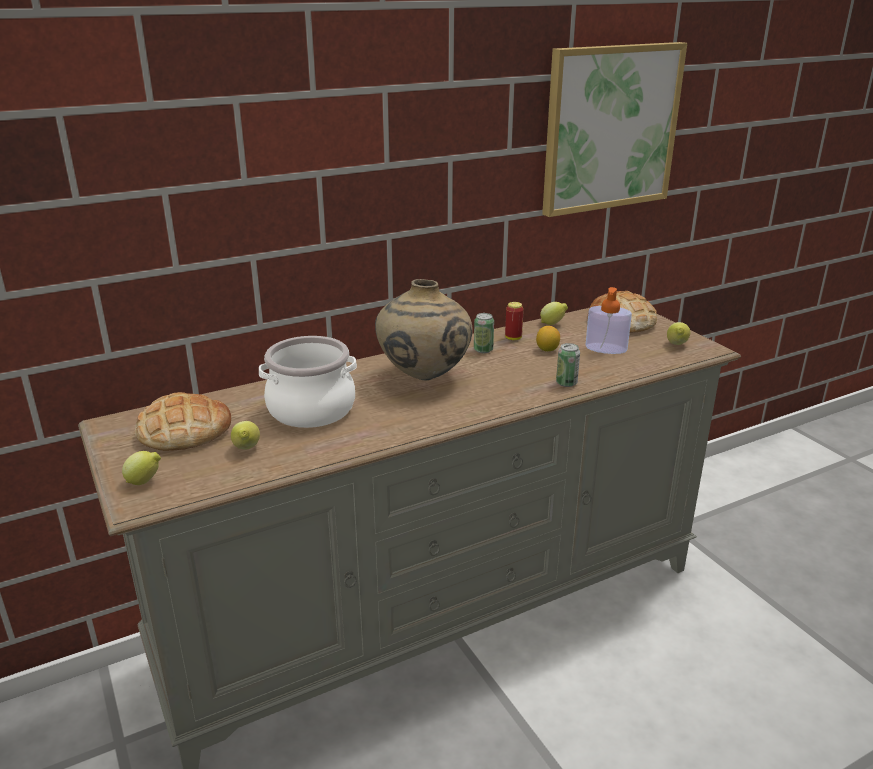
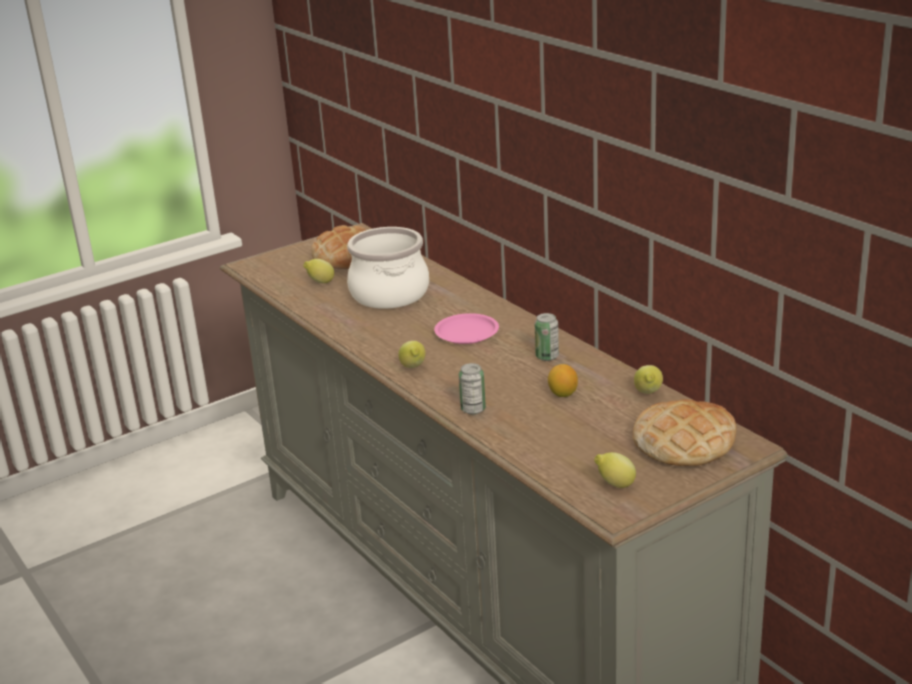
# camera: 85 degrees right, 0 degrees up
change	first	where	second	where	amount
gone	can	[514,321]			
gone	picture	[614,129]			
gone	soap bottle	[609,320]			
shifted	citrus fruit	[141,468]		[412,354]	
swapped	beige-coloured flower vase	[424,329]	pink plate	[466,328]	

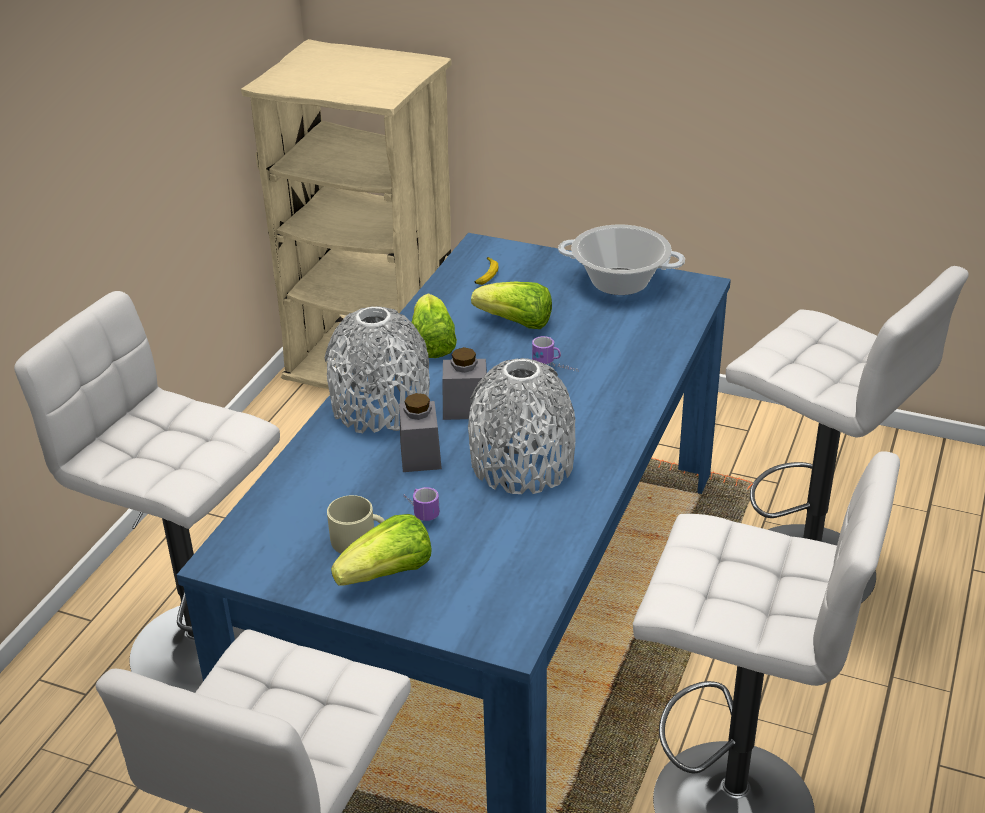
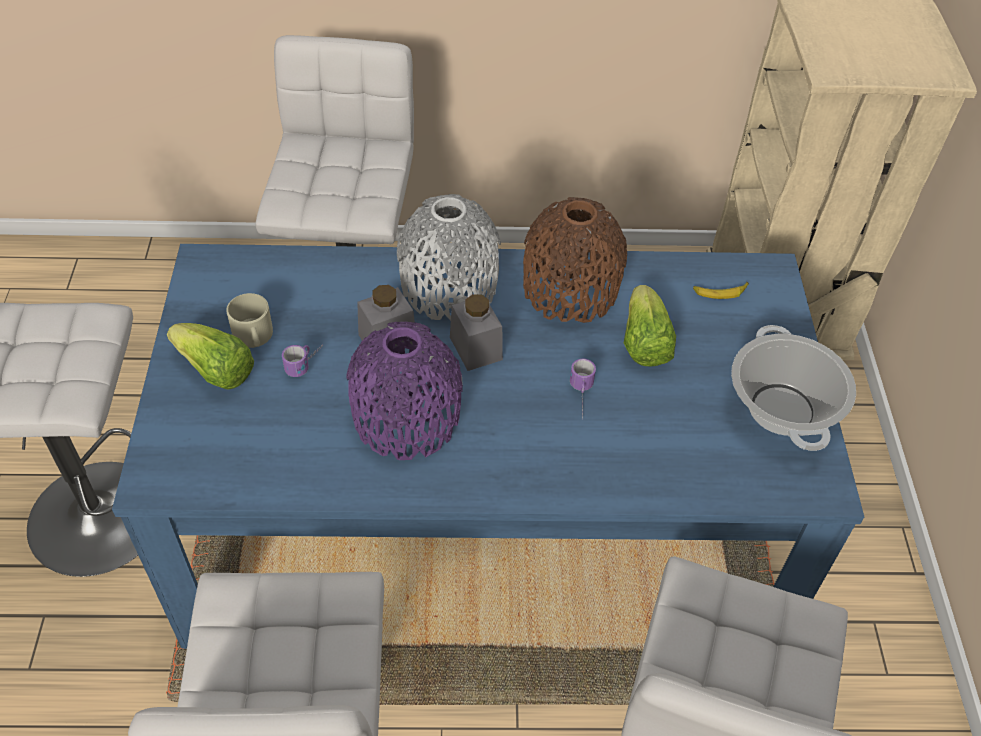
# camera: 65 degrees right, 15 degrees up
change	first	where	second	where	amount
swapped	lettuce	[434,325]	brown-coloured flower vase	[575,260]	
repainted	grey flower vase	[521,426]	purplish flower vase	[404,391]	

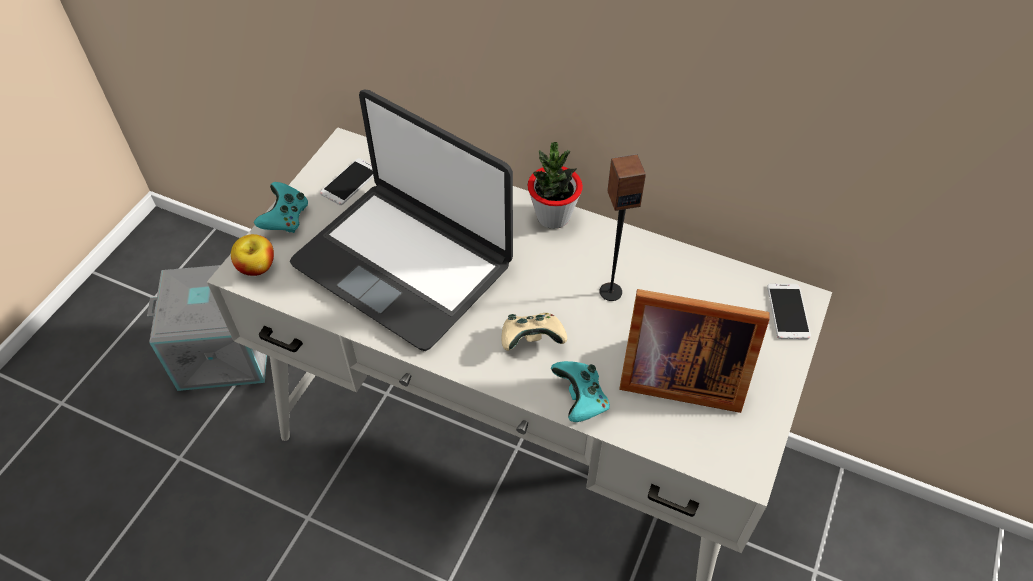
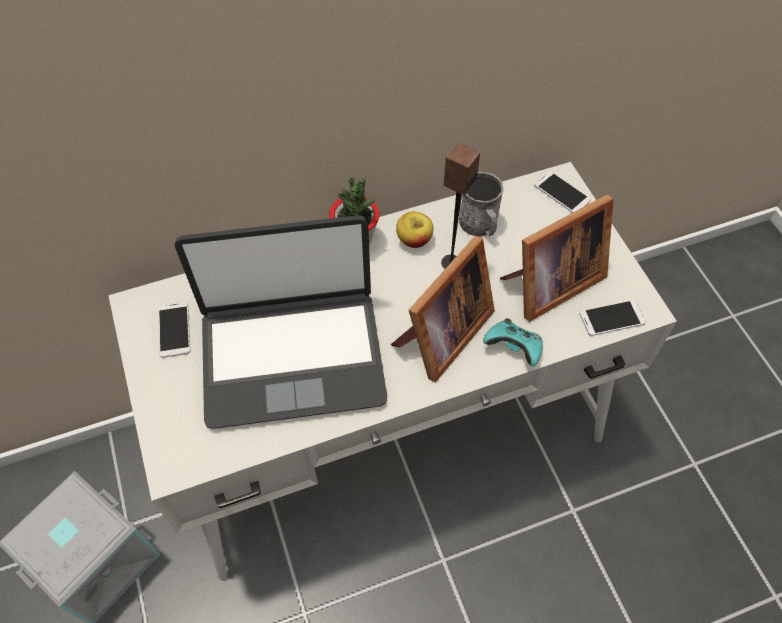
# camera: 45 degrees left, 5 degrees up
change	first	where	second	where	amount
gone	turquoise-coloured joypad	[281,207]			
new			grey coffee mug	[481,203]	
new			phone	[613,318]	
shifted	apple	[252,255]		[415,229]	
swapped	beige-coloured joypad	[534,332]	picture frame	[443,309]	

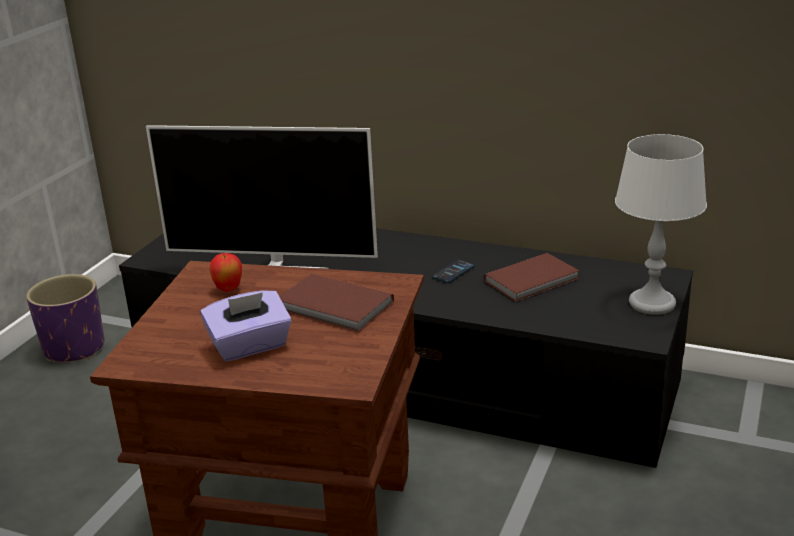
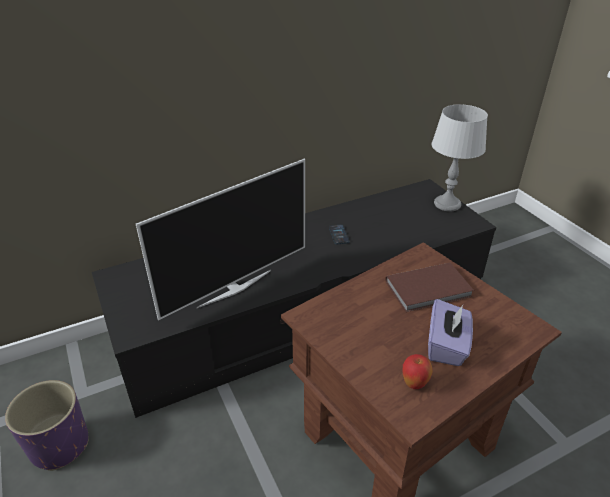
# camera: 50 degrees left, 10 degrees up
change	first	where	second	where	amount
gone	brown-coloured book	[531,277]			
shifted	apple	[226,272]		[418,371]	

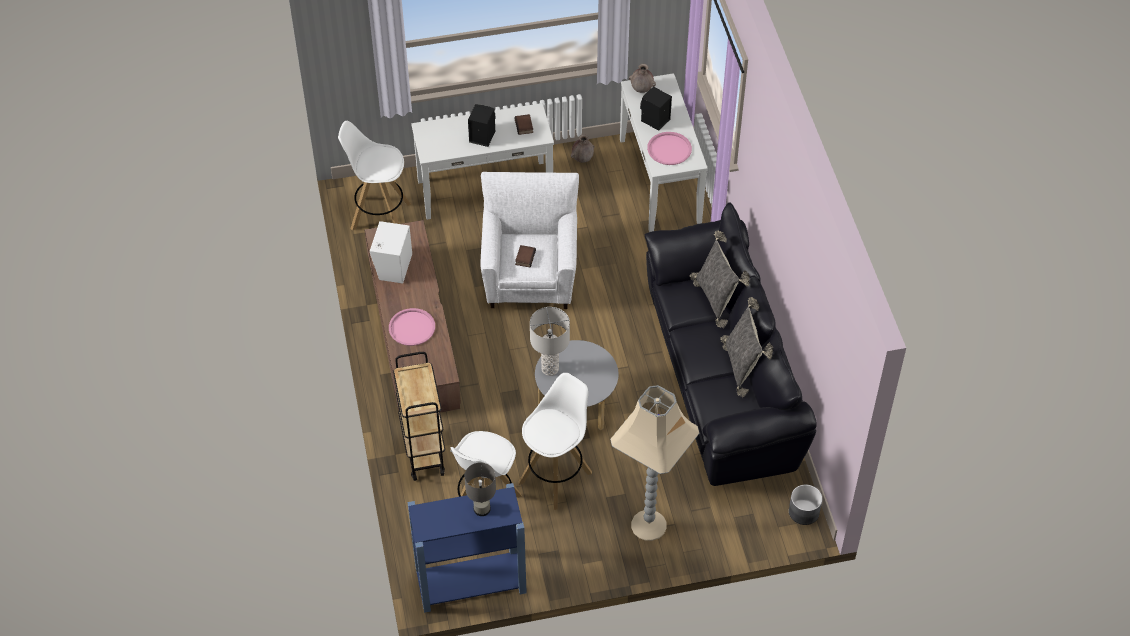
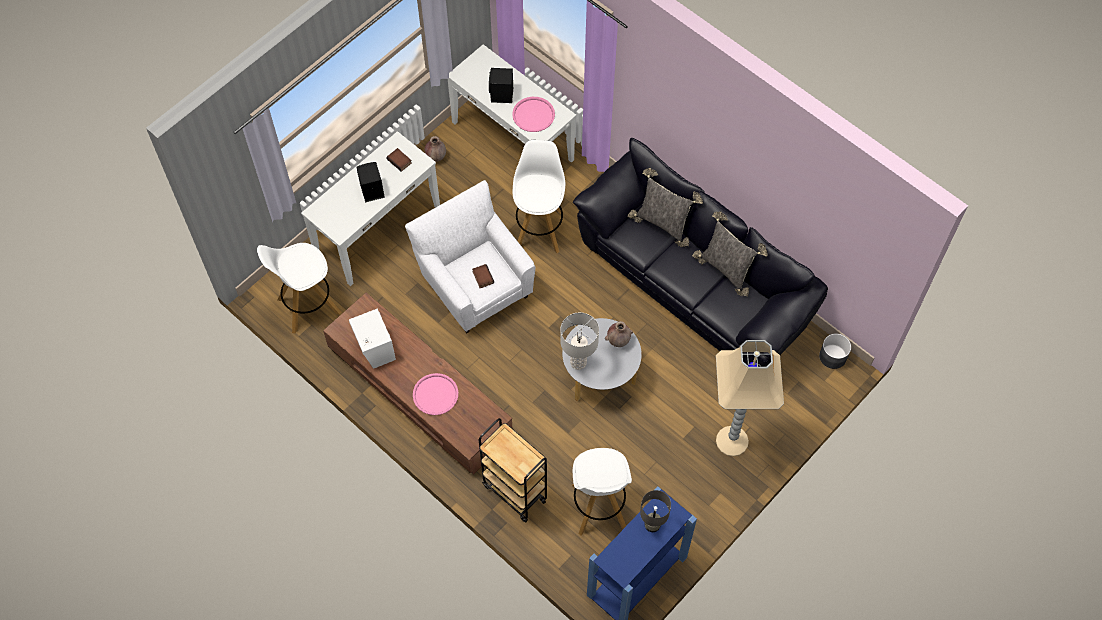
# camera: 35 degrees left, 10 degrees up
change	first	where	second	where	amount
shifted	white stool	[555,441]		[539,196]	
shifted	brown-coloured flower vase	[642,78]		[619,334]	

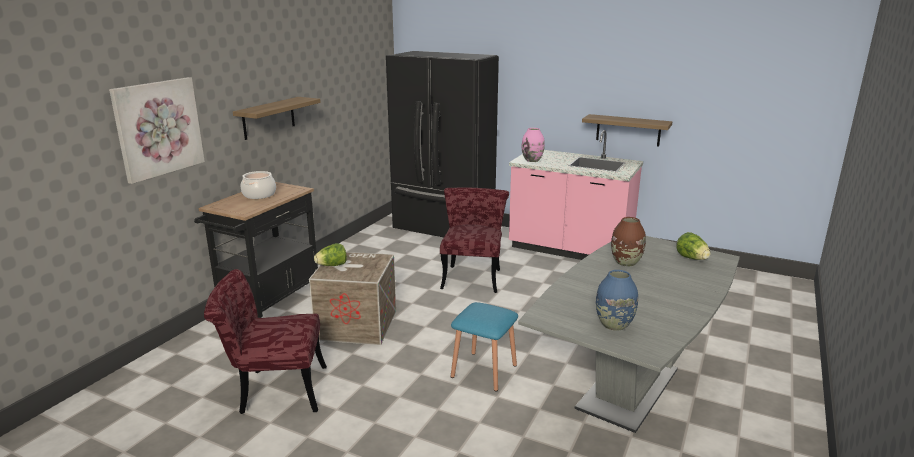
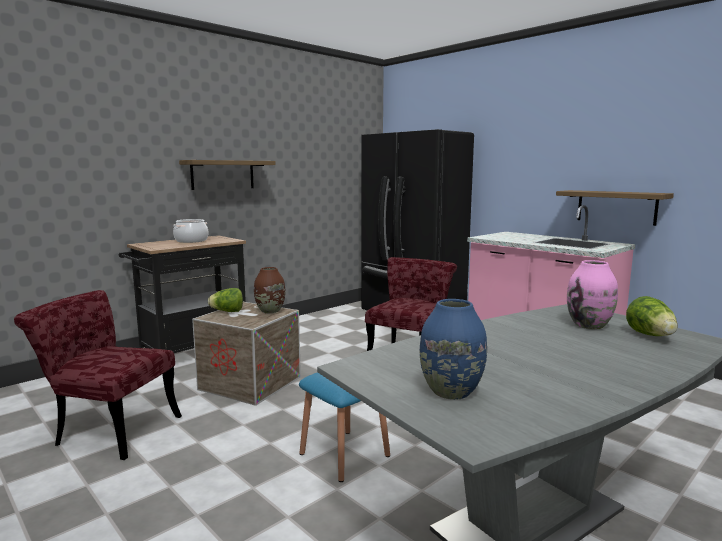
# camera: 20 degrees right, 10 degrees down
change	first	where	second	where	amount
gone	picture	[157,130]			
shifted	pink flower vase	[533,145]		[592,294]	
shifted	brown-coloured flower vase	[628,242]		[269,290]	

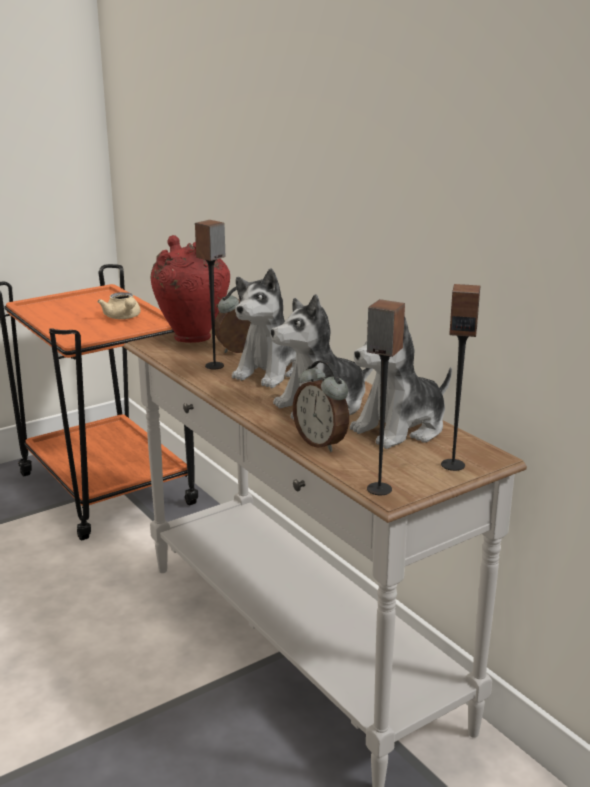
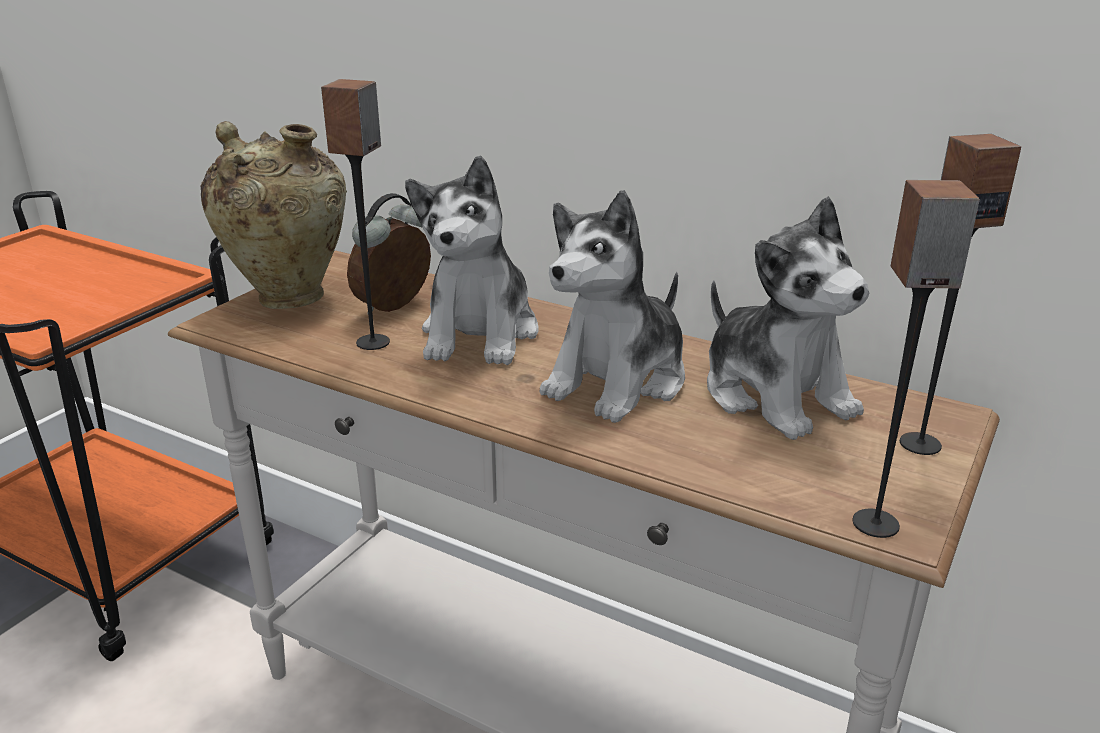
# camera: 25 degrees left, 5 degrees up
change	first	where	second	where	amount
gone	beige-coloured teapot	[119,305]			
gone	bedside clock	[321,406]			
repainted	reddish flower vase	[190,289]	beige-coloured flower vase	[273,215]	
rotated	soft toy	[401,382]		[788,318]	60 degrees counterclockwise

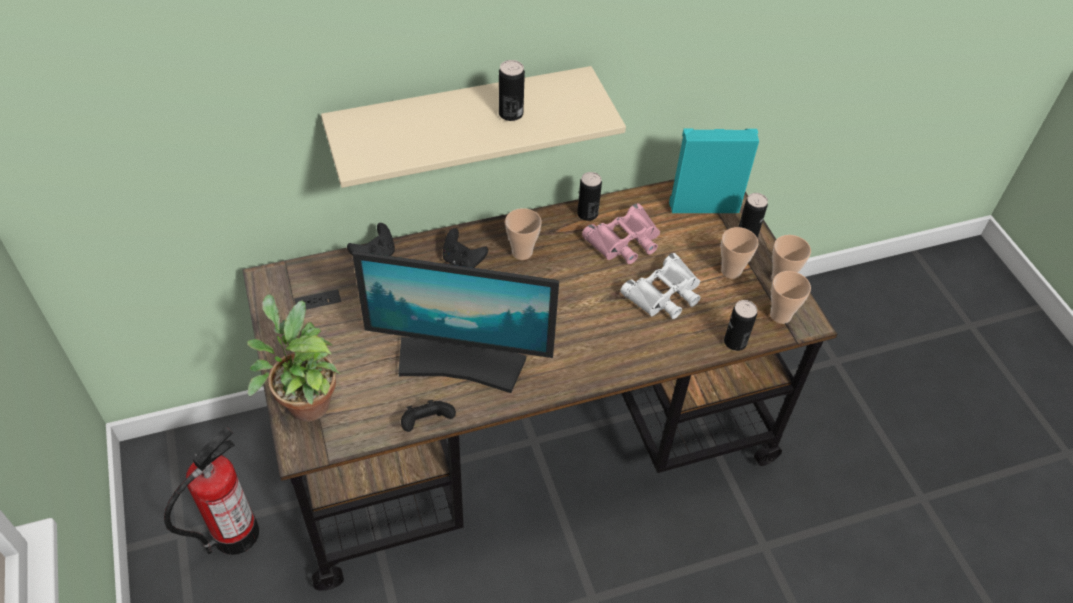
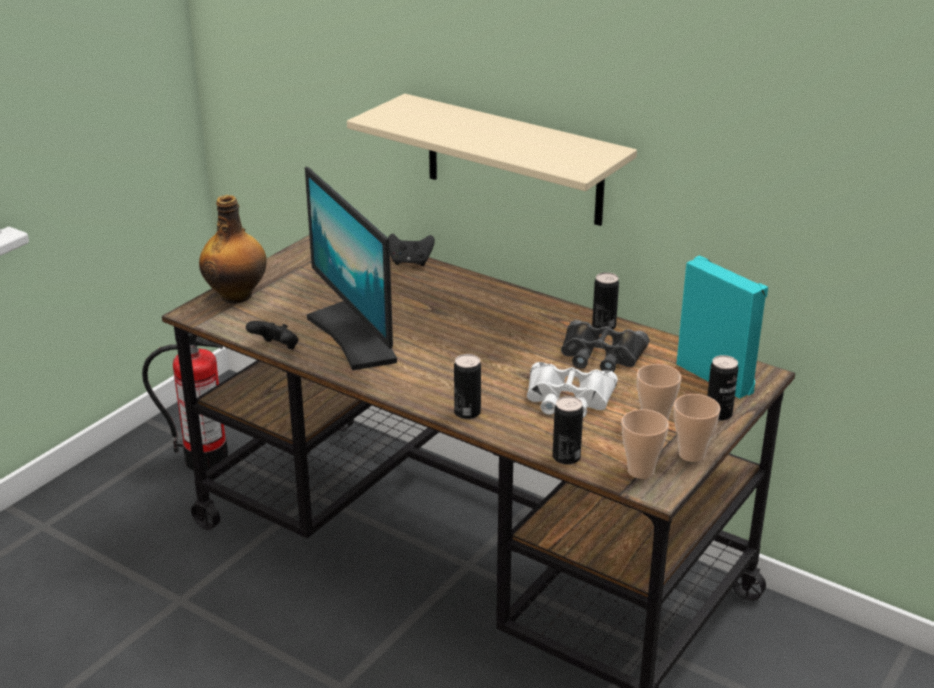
# camera: 55 degrees right, 20 degrees down
change	first	where	second	where	amount
gone	black joypad	[465,248]			
gone	cup	[523,234]			
shifted	can	[512,90]		[467,386]	
swapped	plant in a pot	[293,358]	bottle	[233,249]	
repainted	pink pair of binoculars	[621,234]	black pair of binoculars	[605,346]	

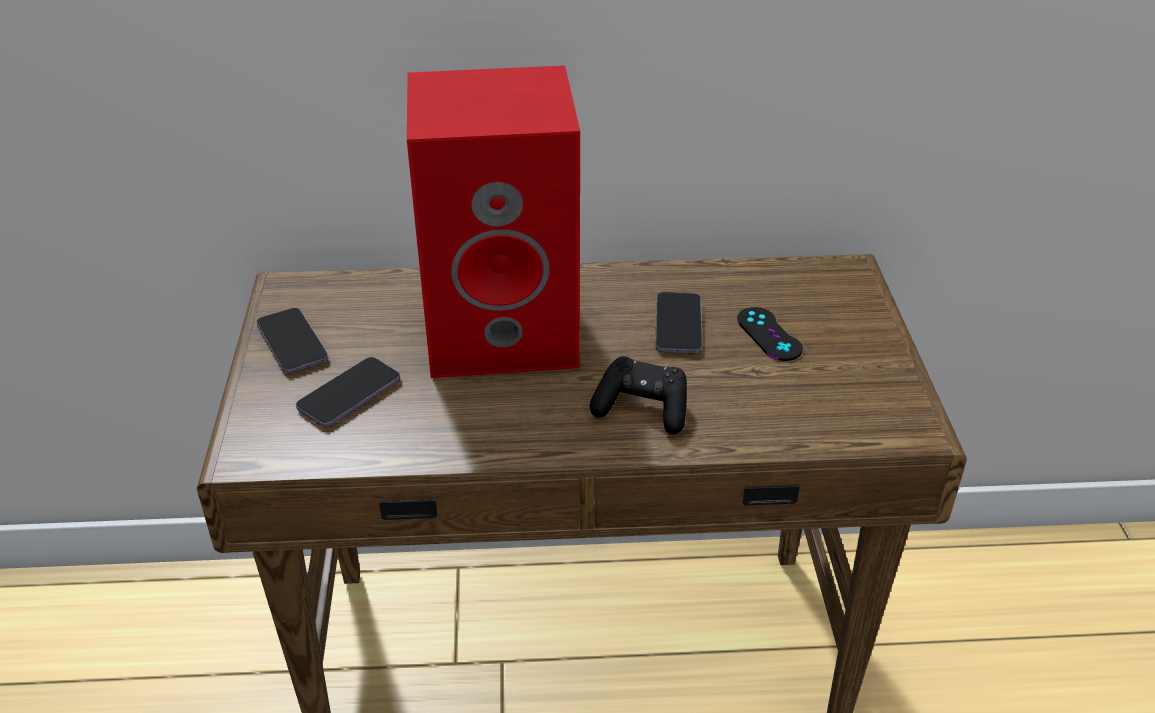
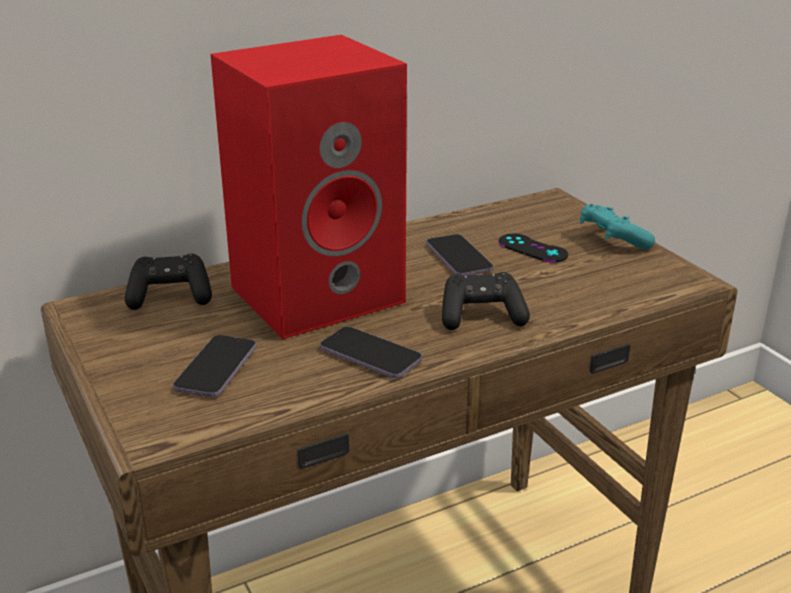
# camera: 25 degrees left, 10 degrees down
change	first	where	second	where	amount
new			black joypad	[168,282]	
new			turquoise-coloured joypad	[617,226]	
shifted	phone	[292,340]		[371,352]	

